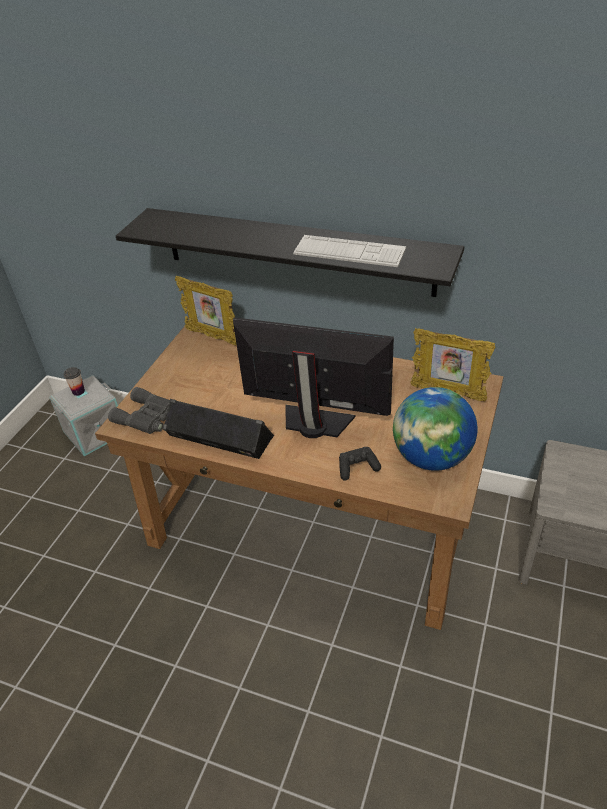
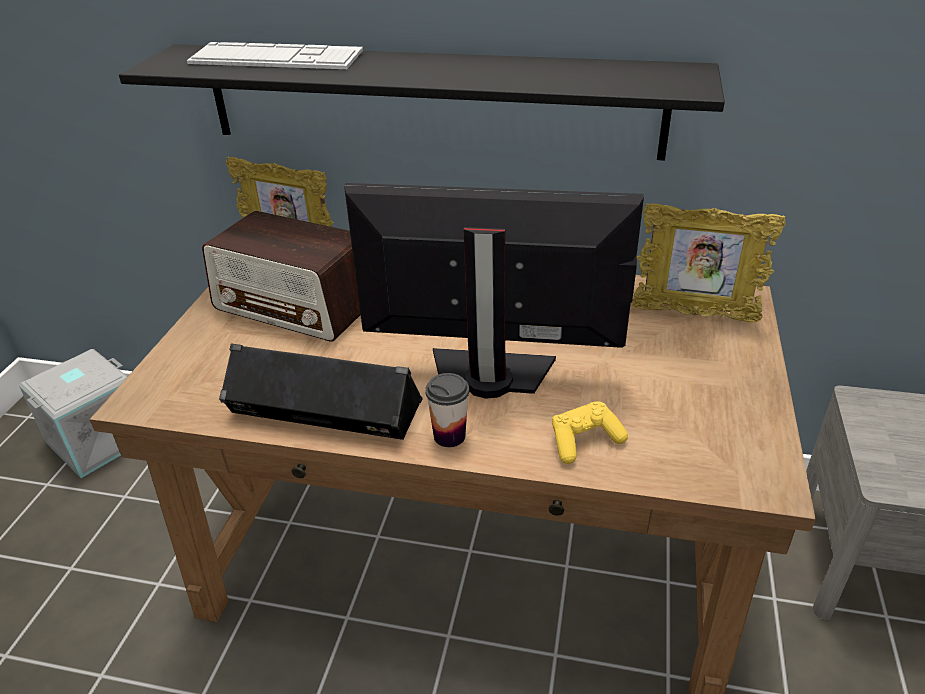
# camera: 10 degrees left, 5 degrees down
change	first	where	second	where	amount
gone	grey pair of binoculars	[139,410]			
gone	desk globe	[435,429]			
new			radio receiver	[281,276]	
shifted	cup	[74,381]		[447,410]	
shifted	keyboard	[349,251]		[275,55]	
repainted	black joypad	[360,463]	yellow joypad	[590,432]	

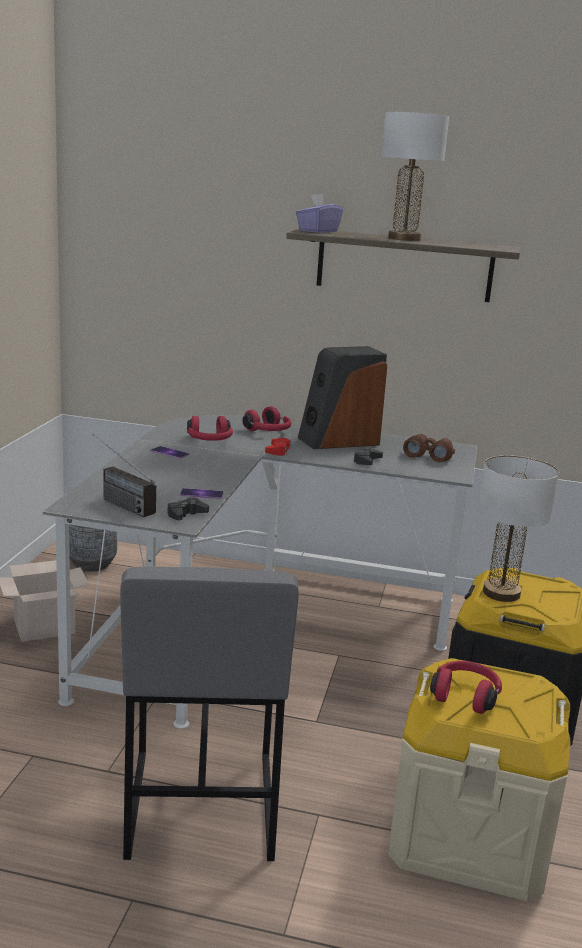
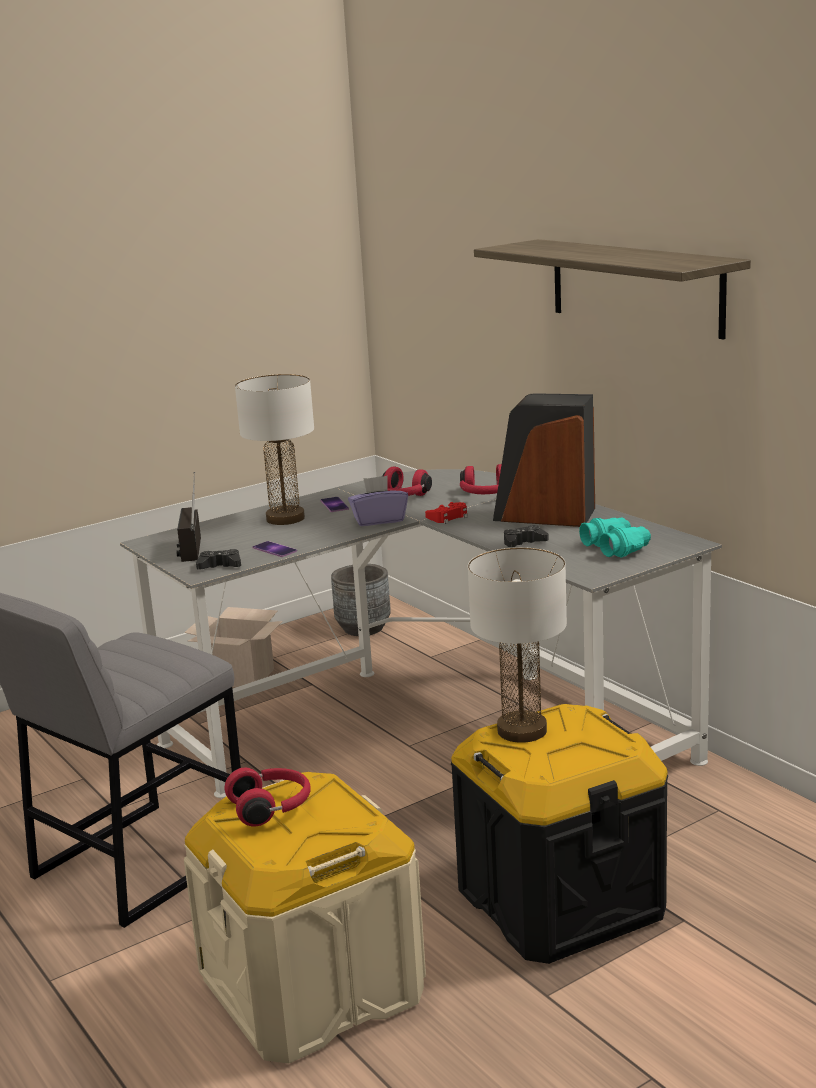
# camera: 45 degrees right, 0 degrees up
change	first	where	second	where	amount
shifted	purplish box of tissues	[319,213]		[378,501]	
shifted	table lamp	[415,176]		[274,449]	
repainted	brown-coloured pair of binoculars	[429,448]	turquoise-coloured pair of binoculars	[615,537]	

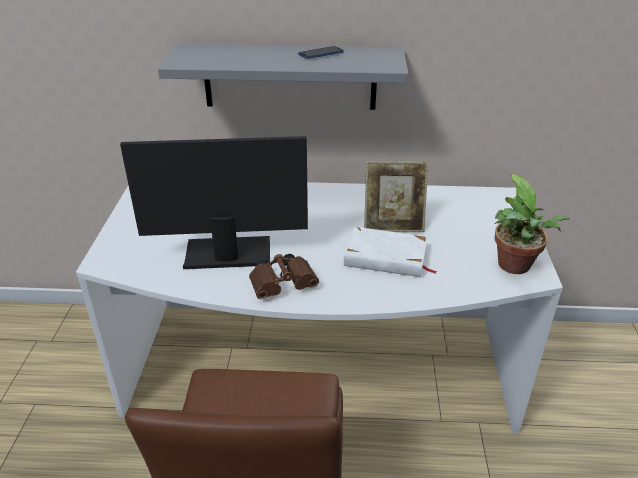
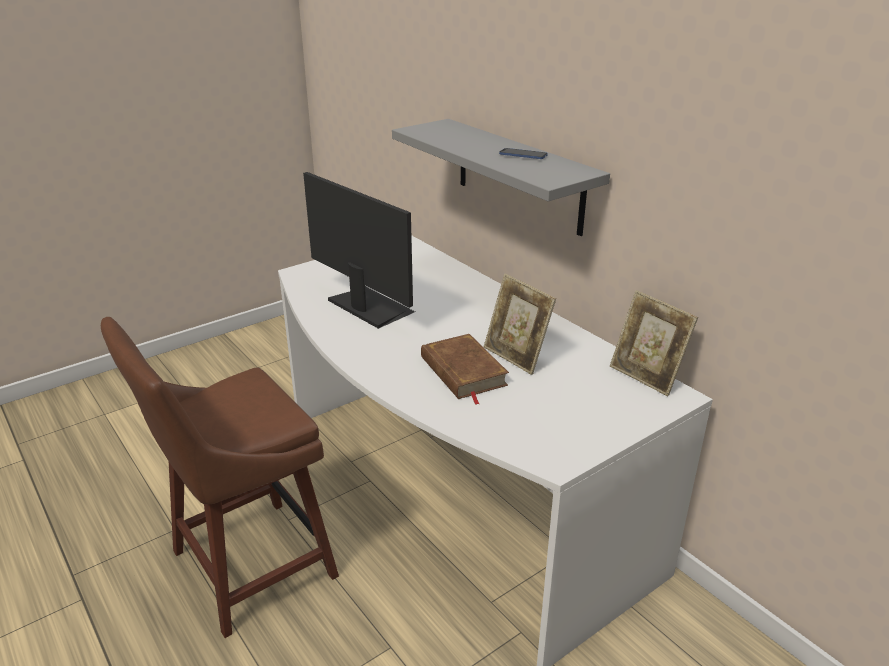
# camera: 50 degrees right, 5 degrees down
change	first	where	second	where	amount
gone	brown-coloured pair of binoculars	[284,276]			
gone	plant in a pot	[532,224]			
new			picture frame	[654,343]	
repainted	white book	[390,252]	brown-coloured book	[465,369]	

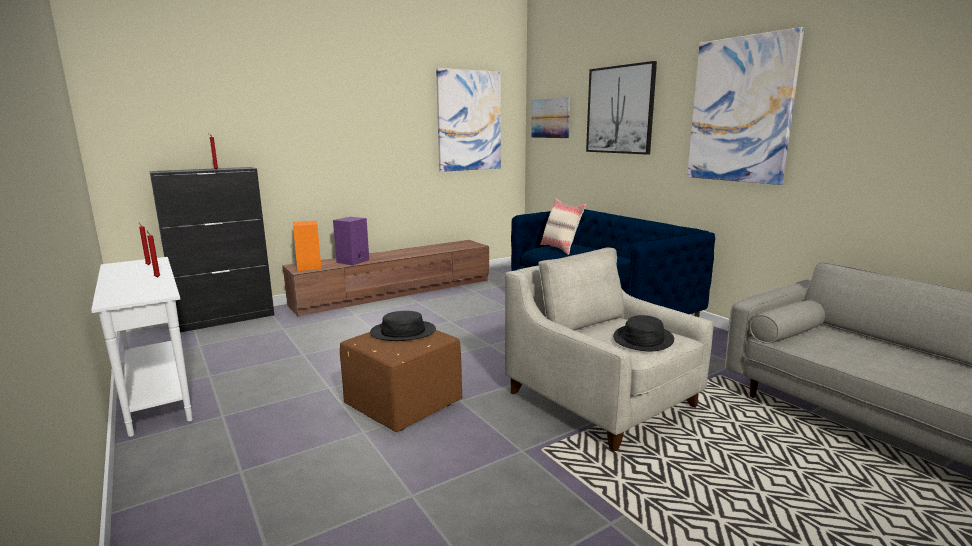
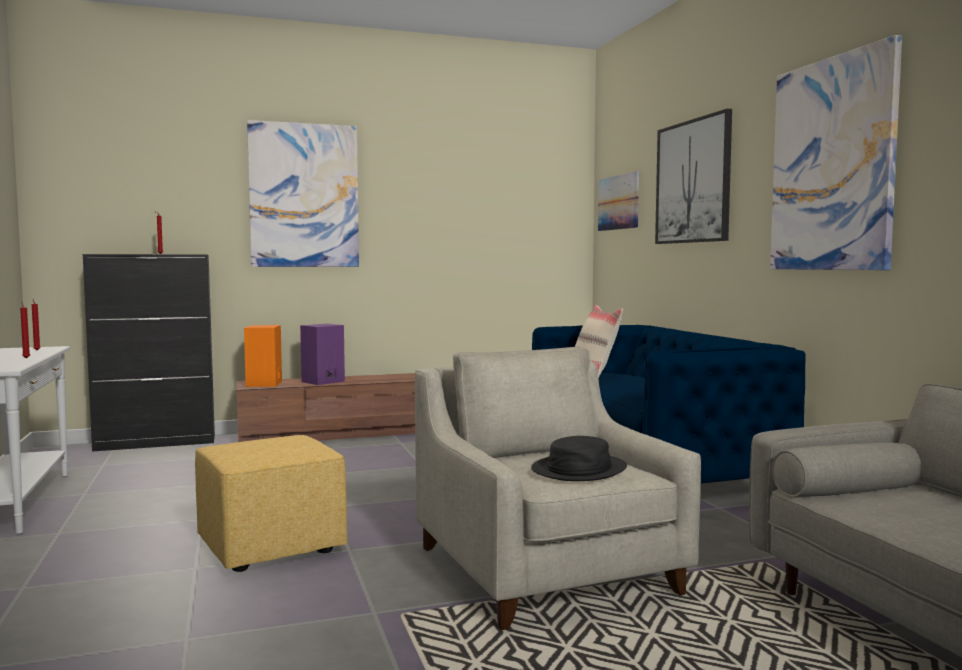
# camera: 15 degrees right, 10 degrees down
change	first	where	second	where	amount
gone	black hat	[403,326]			
shifted	picture	[468,120]		[303,193]	
repainted	brown-coloured footrest	[401,381]	yellow footrest	[271,503]	

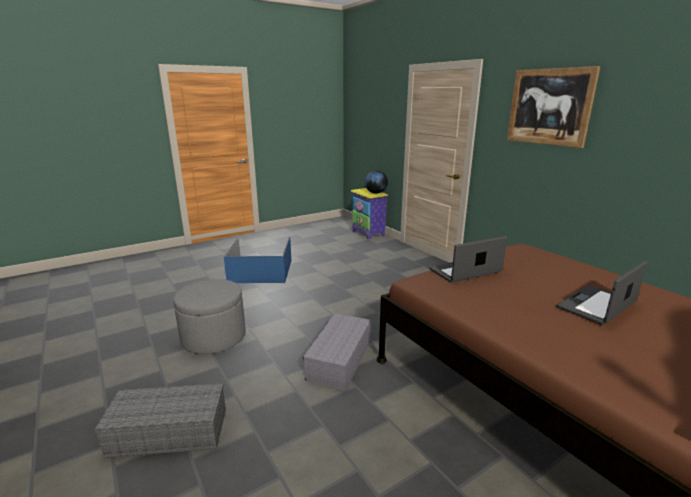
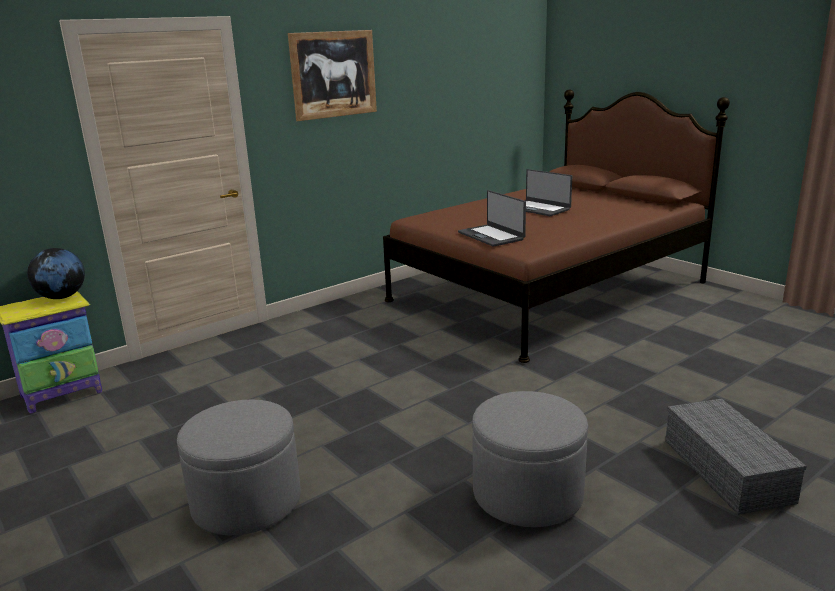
# camera: 95 degrees left, 0 degrees up
change	first	where	second	where	amount
gone	grey storage container	[337,352]			
swapped	blue storage container	[257,260]	grey footrest	[239,467]	

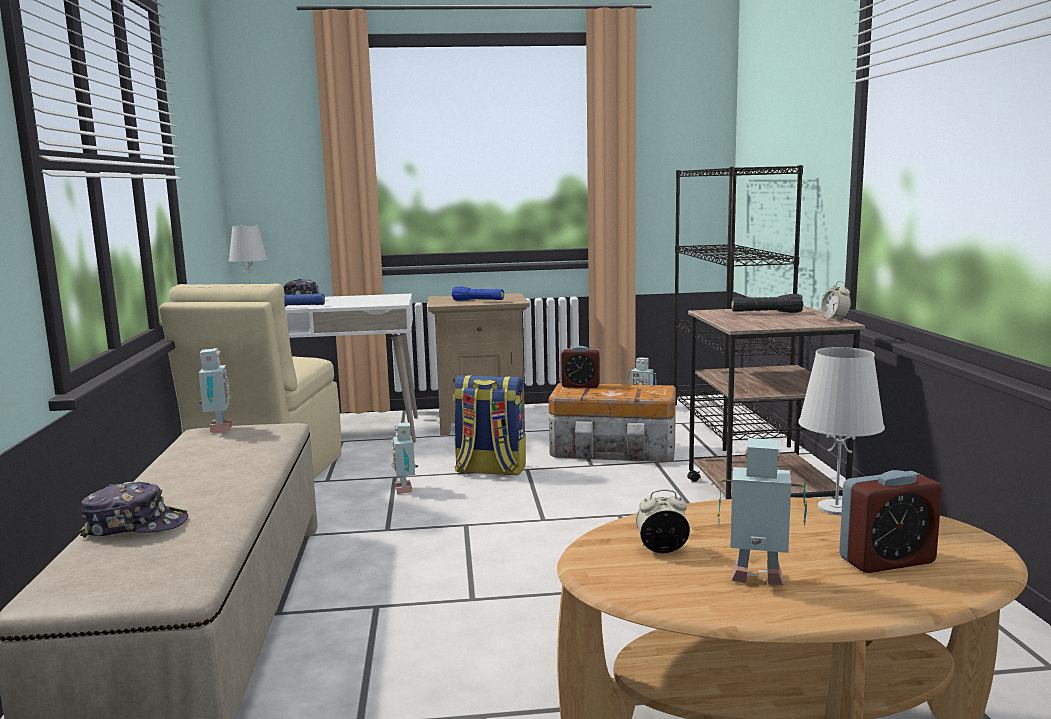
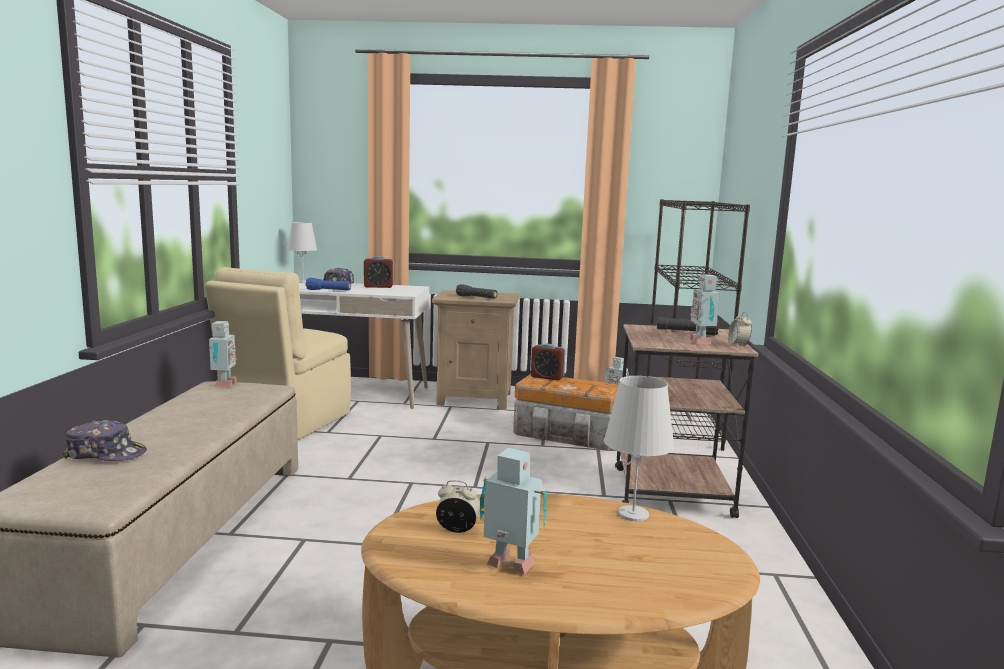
# camera: 10 degrees right, 0 degrees up
change	first	where	second	where	amount
gone	knapsack	[489,425]			
shifted	toy robot	[404,458]		[704,309]	
shifted	bedside clock	[890,521]		[378,272]	
repainted	blue torch	[478,293]	black torch	[476,291]	

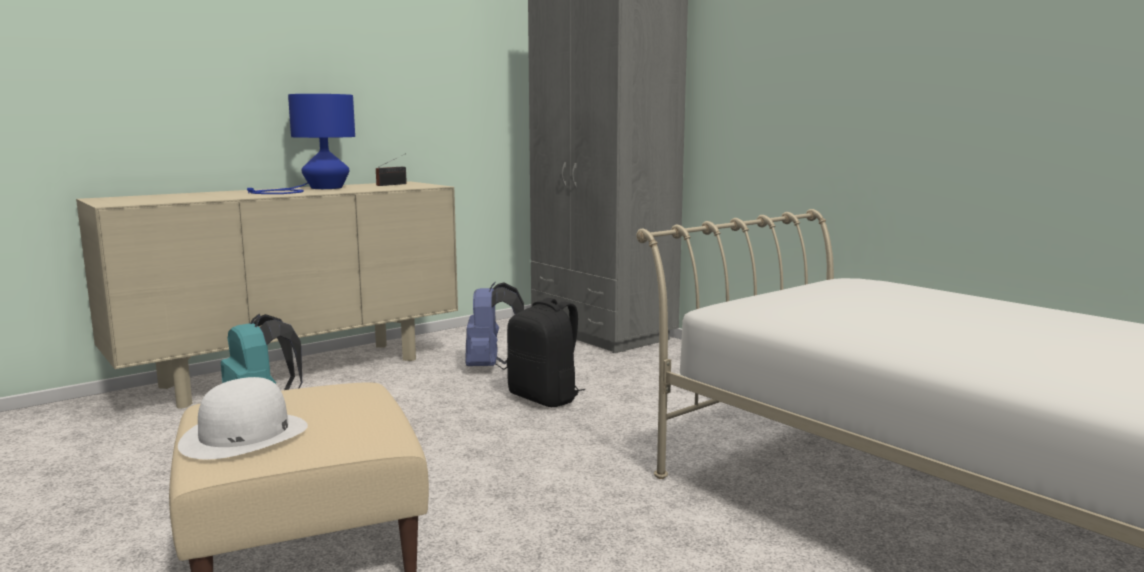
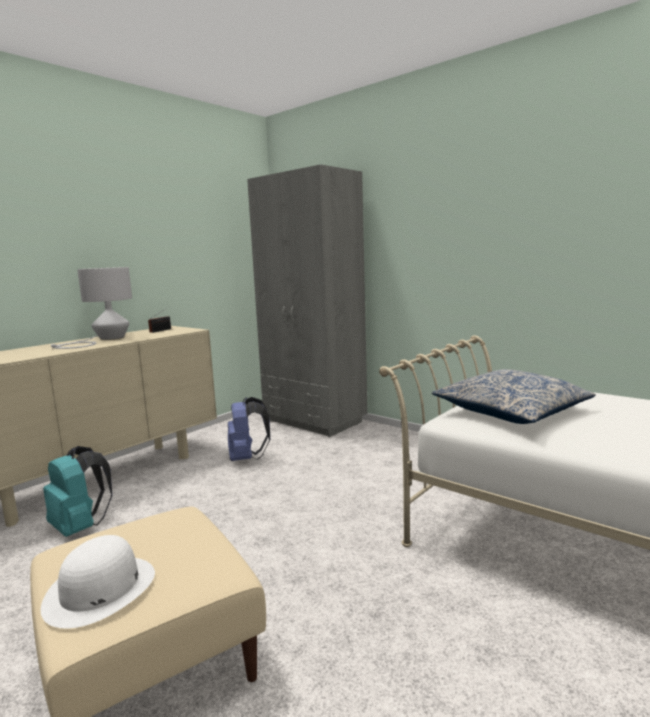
# camera: 10 degrees left, 0 degrees up
change	first	where	second	where	amount
gone	black knapsack	[546,352]			
new			cushion	[514,396]	
repainted	blue table lamp	[301,144]	grey table lamp	[91,308]	

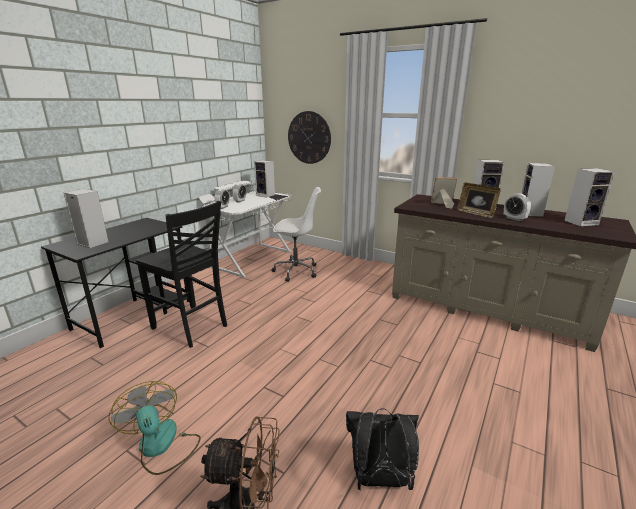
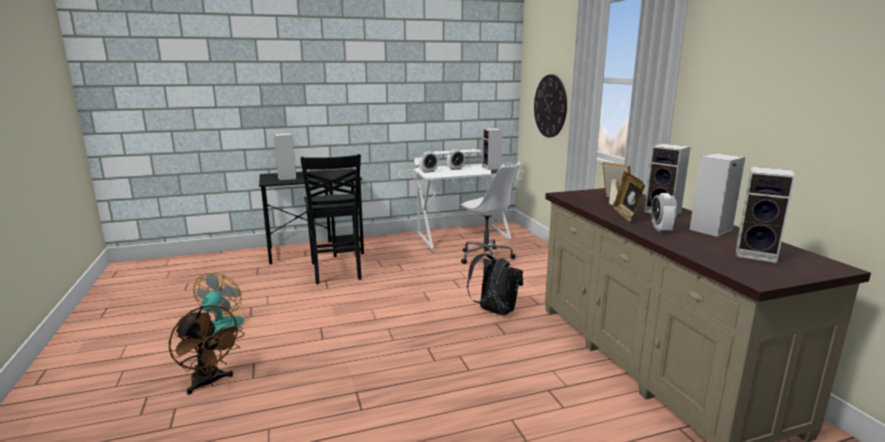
# camera: 40 degrees right, 5 degrees down
change	first	where	second	where	amount
shifted	black knapsack	[382,449]		[495,284]	

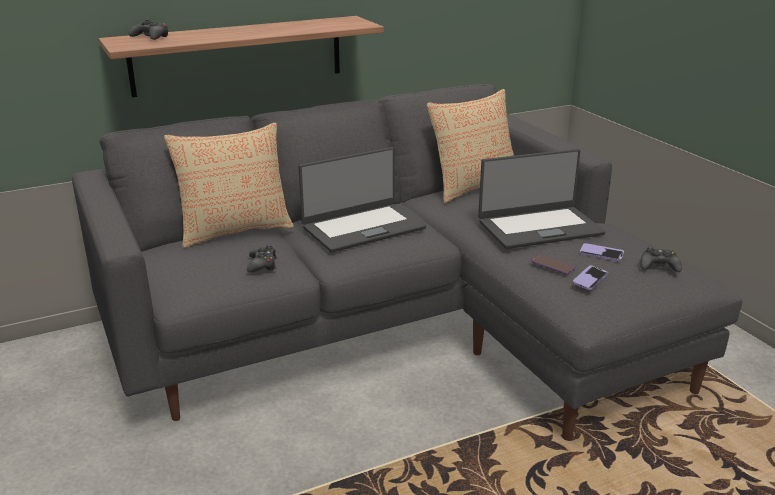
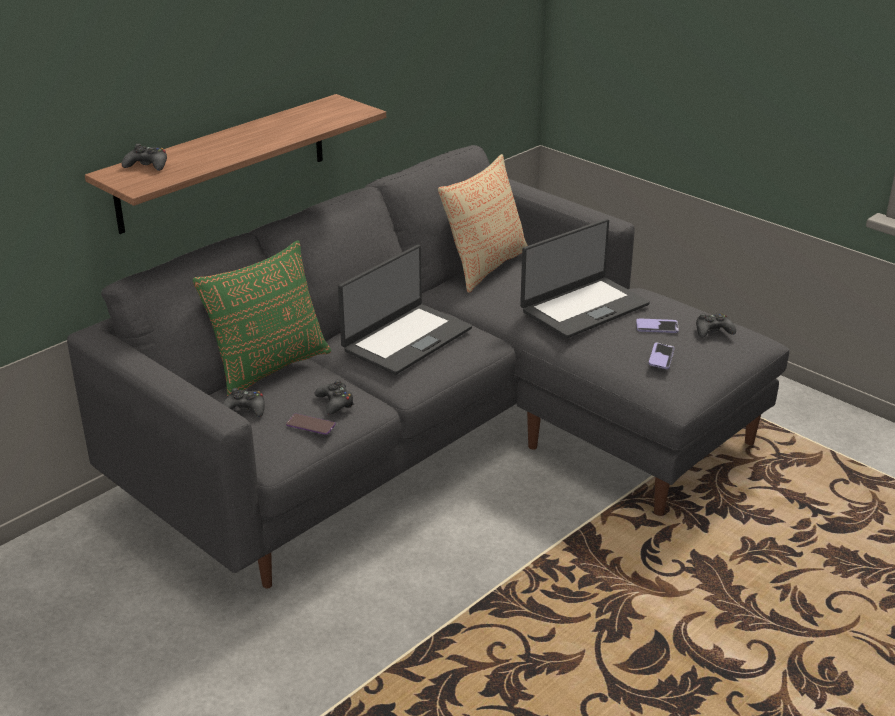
# camera: 20 degrees left, 5 degrees up
change	first	where	second	where	amount
new			black joypad	[244,402]	
shifted	phone	[553,264]		[311,424]	
repainted	beige-coloured cushion	[229,185]	green-coloured cushion	[262,318]	

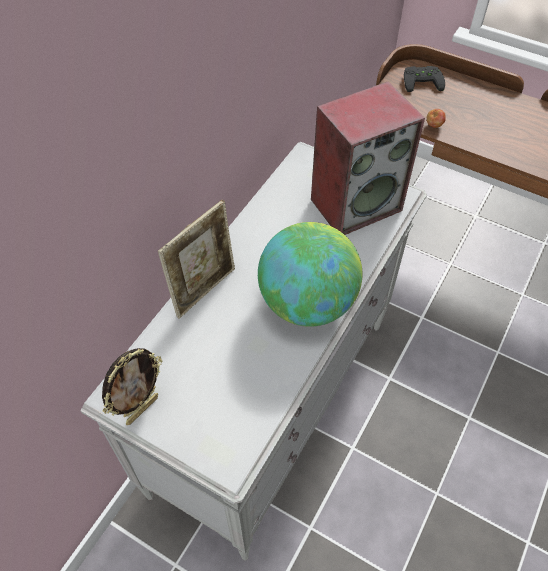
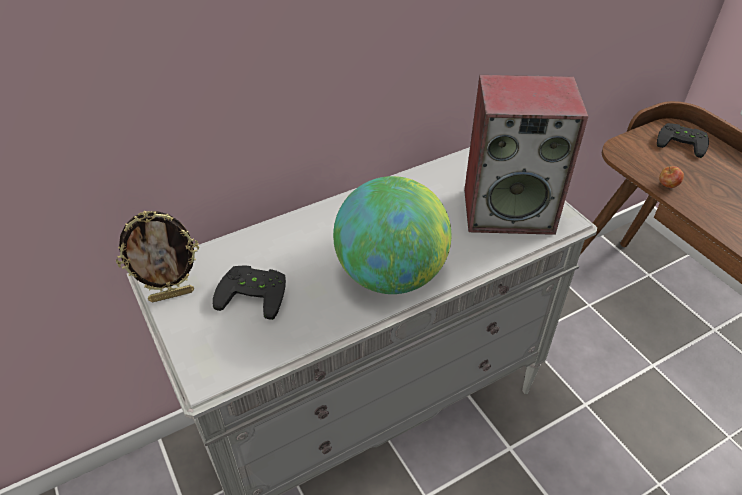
# camera: 30 degrees right, 10 degrees down
change	first	where	second	where	amount
gone	picture frame	[196,259]			
new			black joypad	[249,292]	

